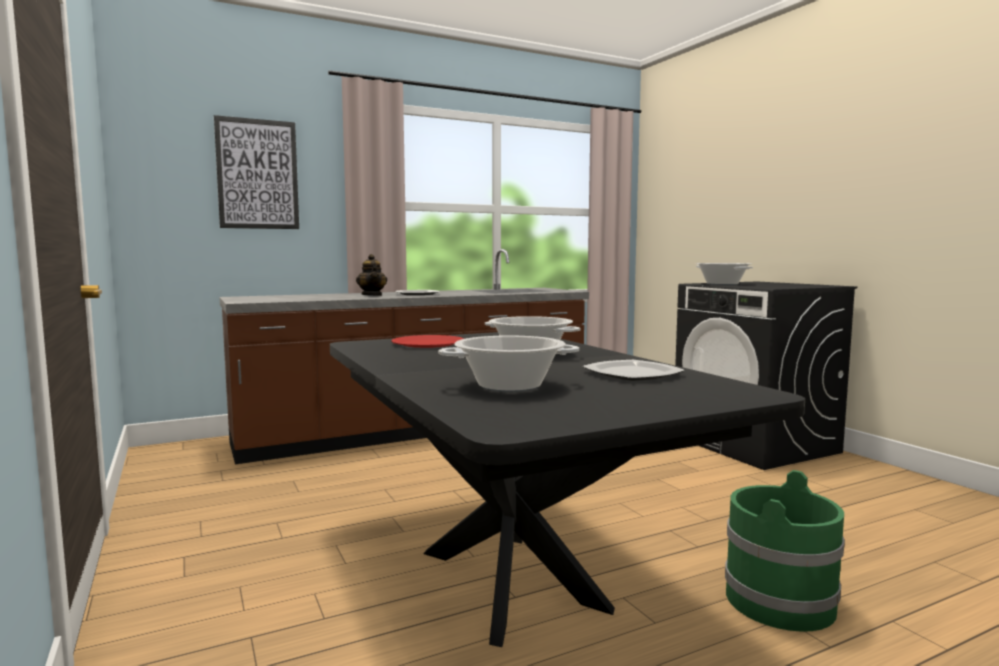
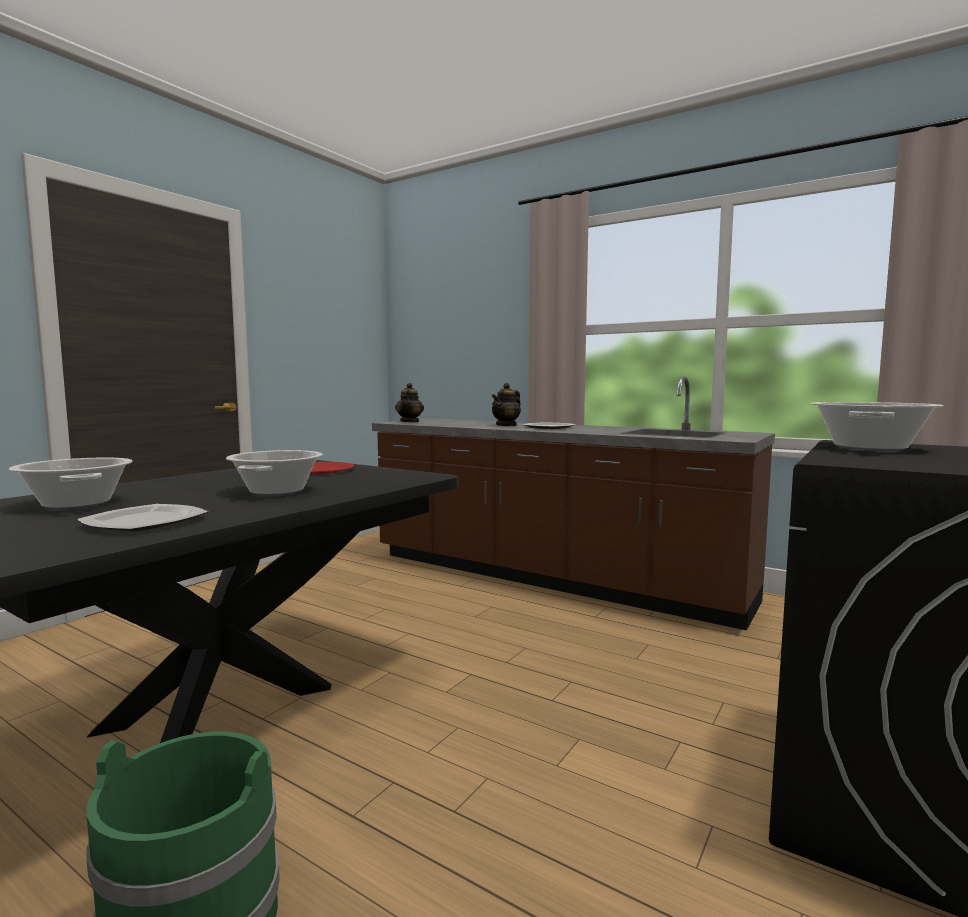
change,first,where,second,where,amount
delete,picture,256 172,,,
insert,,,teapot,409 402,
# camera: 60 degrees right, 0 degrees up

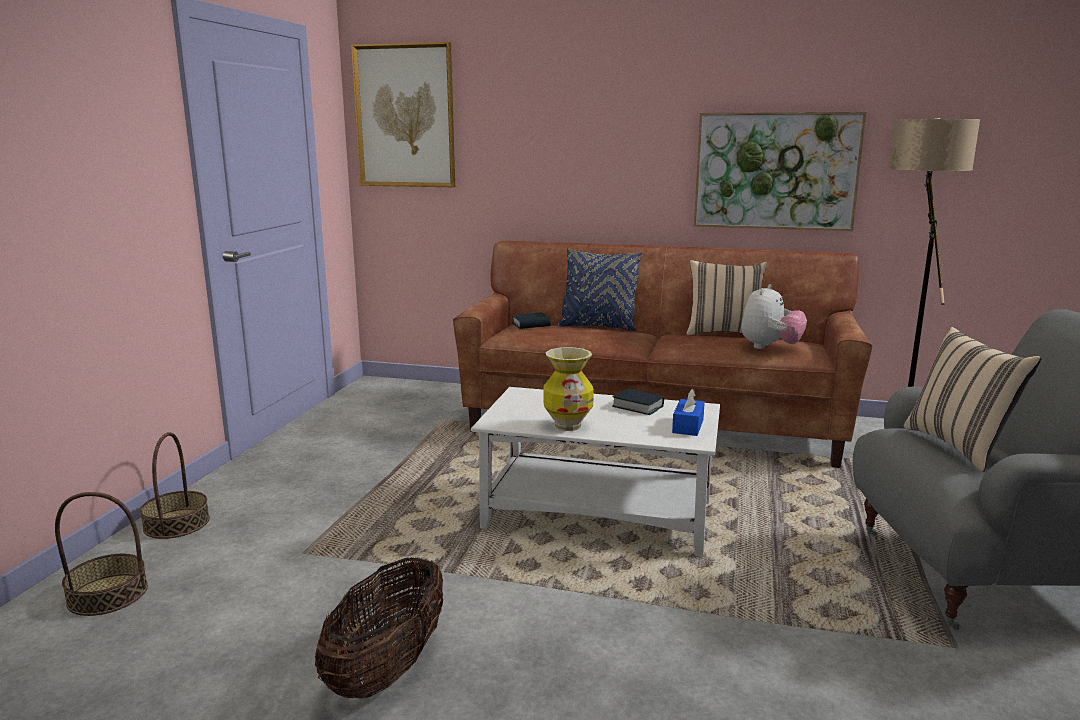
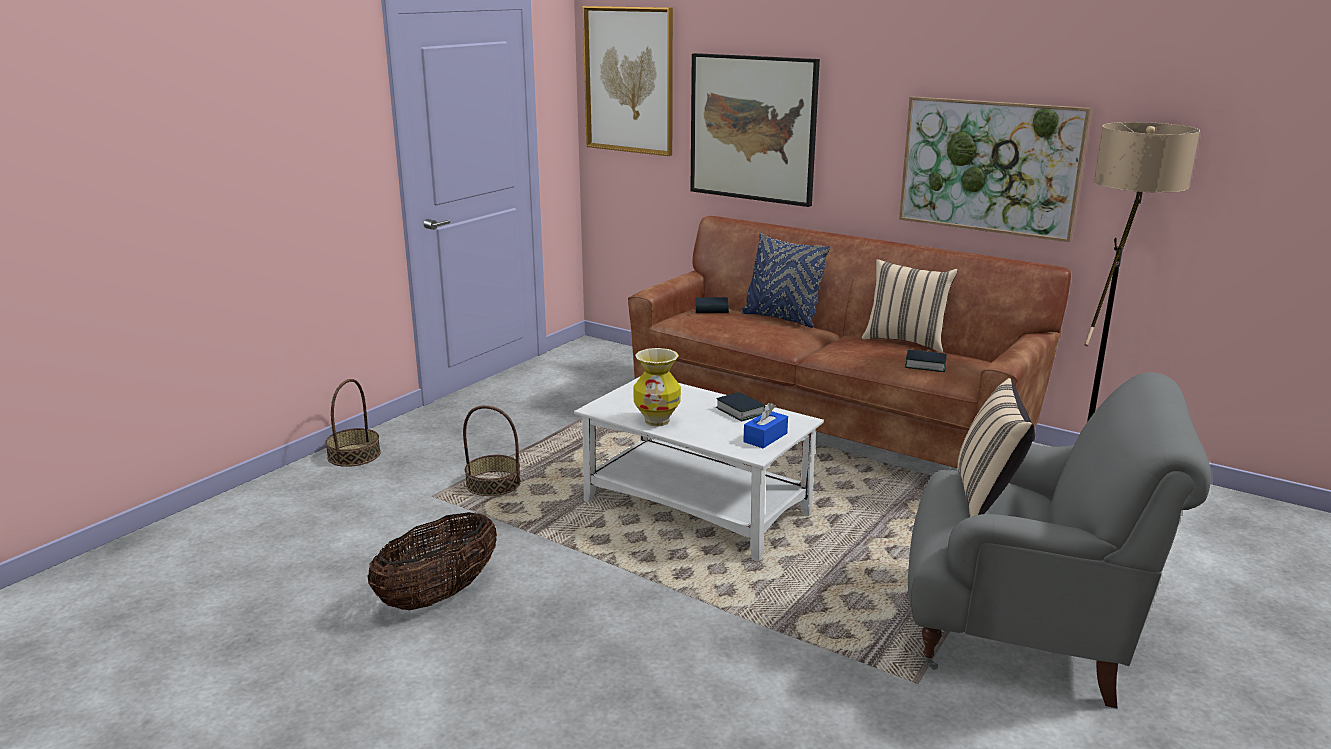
change,first,where,second,where,amount
replace,plush toy,774 316,book,926 360,
move,basket,101 554,,492 450,
insert,,,picture,755 130,
# camera: 20 degrees right, 5 degrees up

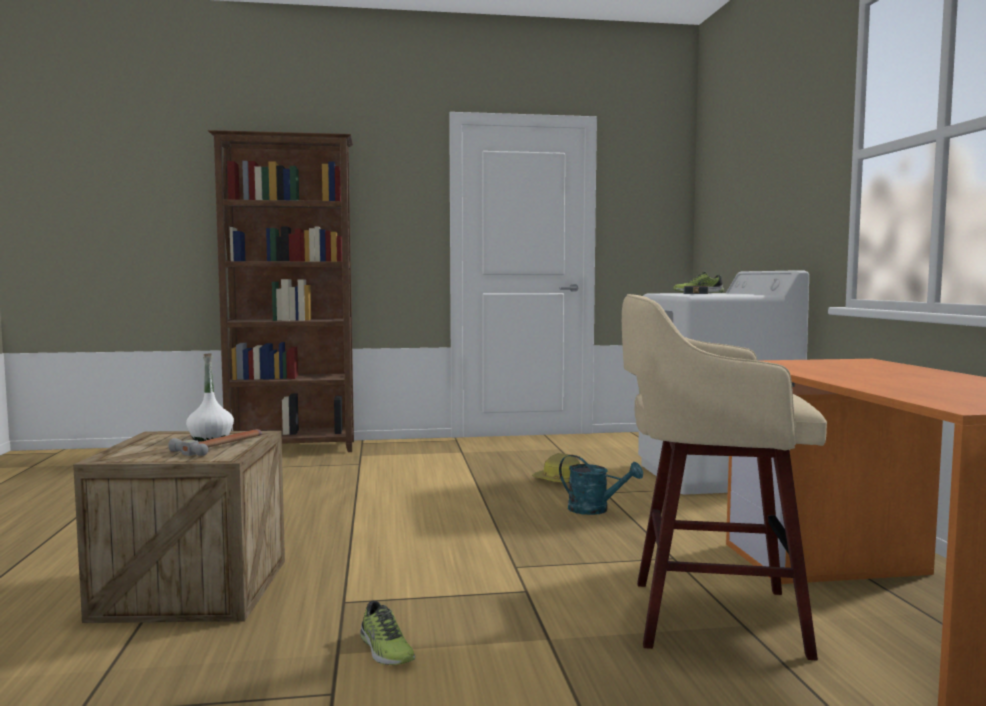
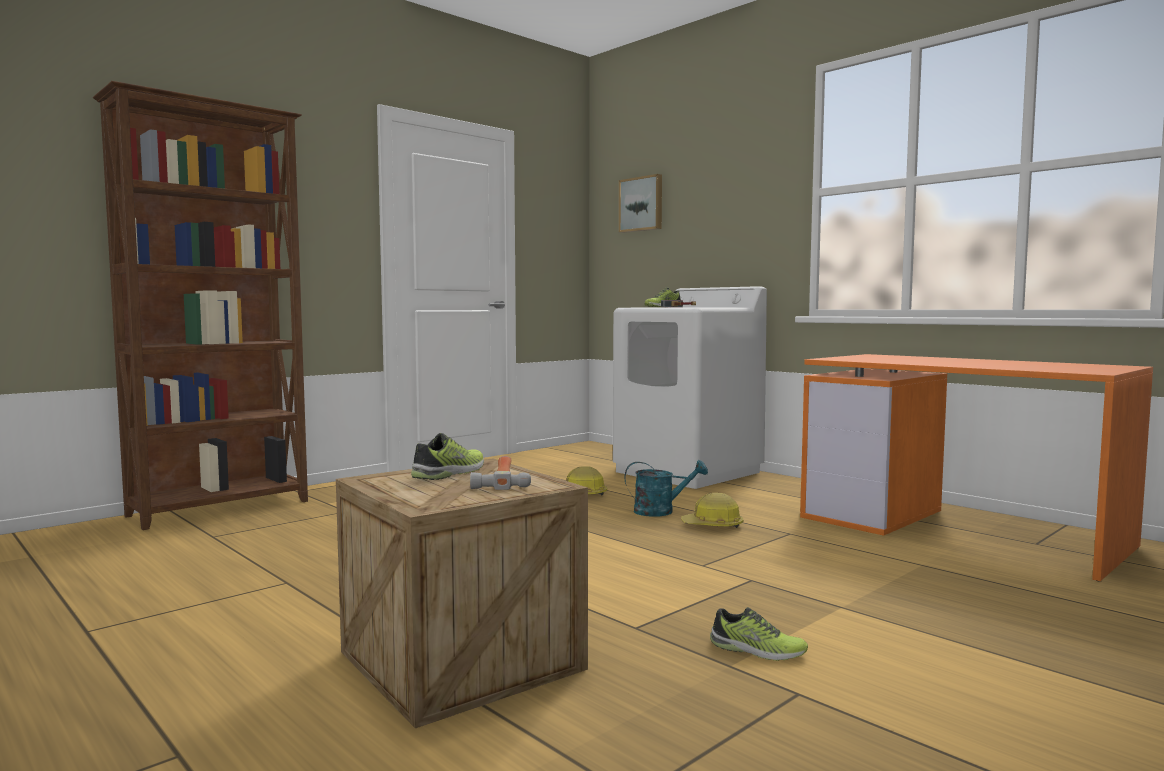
change,first,where,second,where,amount
delete,beige stool,724 477,,,
replace,white bottle,210 397,shoe,447 456,
insert,,,picture,640 203,
insert,,,hard hat,712 510,
# camera: 35 degrees left, 0 degrees up

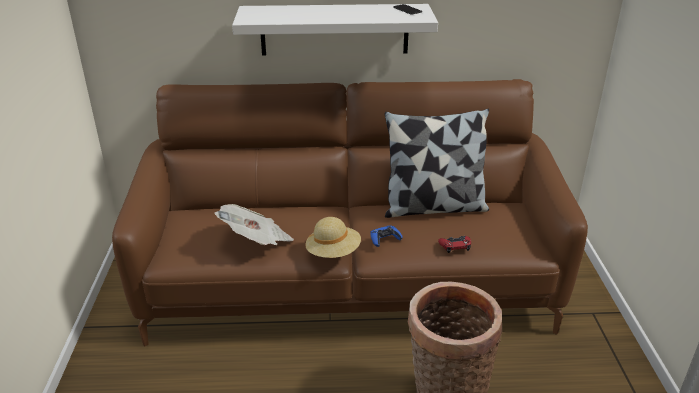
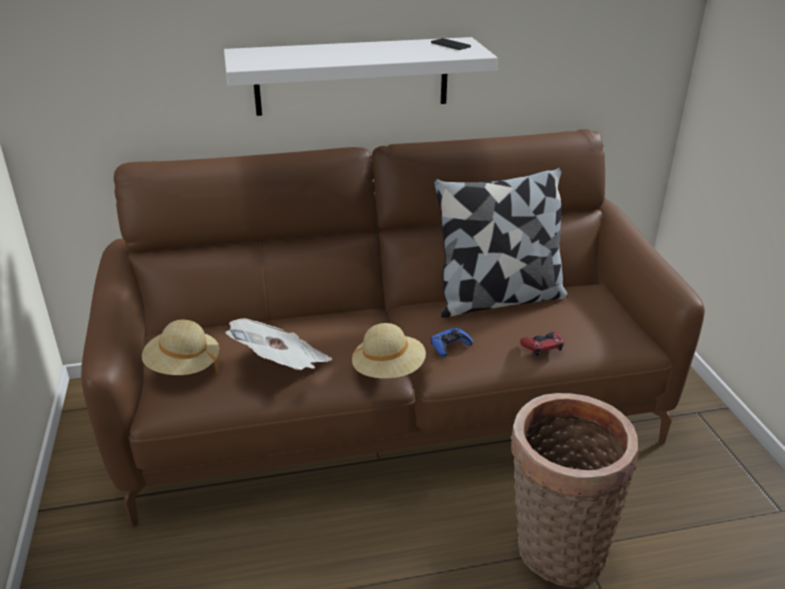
change,first,where,second,where,amount
insert,,,beige hat,180 347,
# camera: 10 degrees left, 0 degrees up

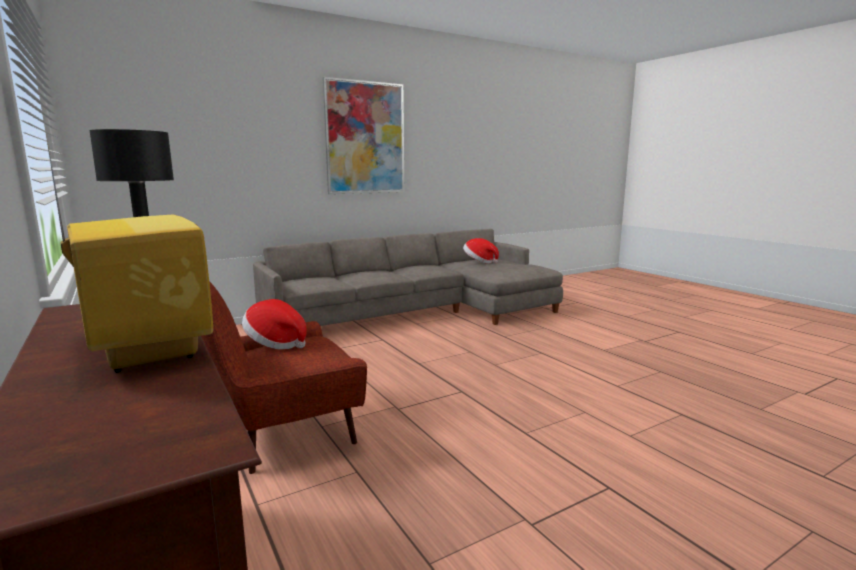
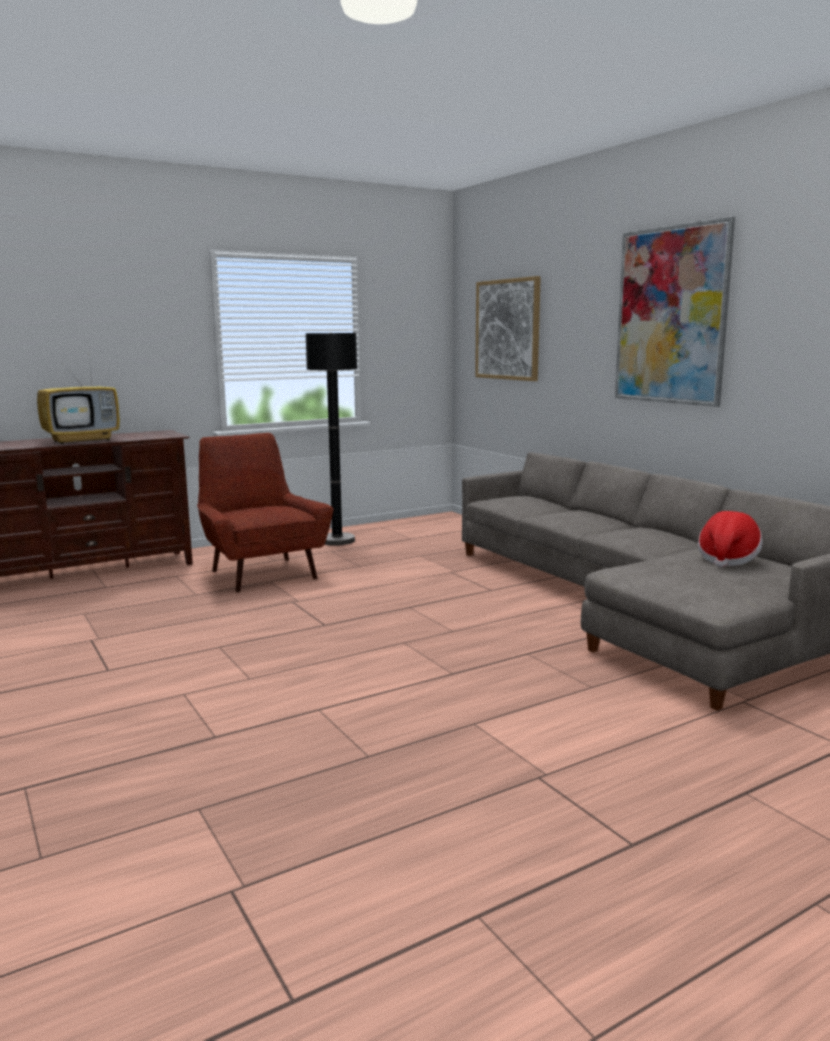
change,first,where,second,where,amount
delete,hat,274 324,,,
insert,,,picture,508 328,
# camera: 90 degrees right, 0 degrees up

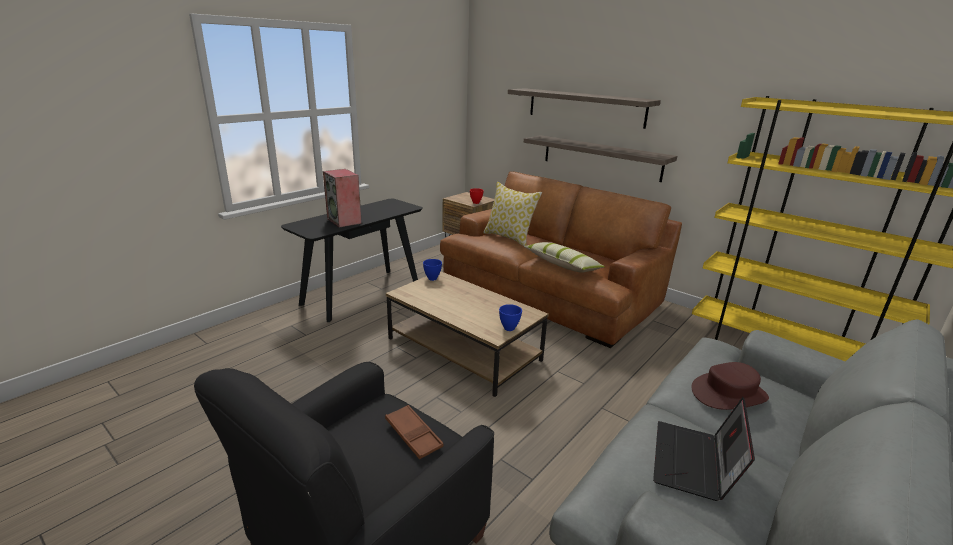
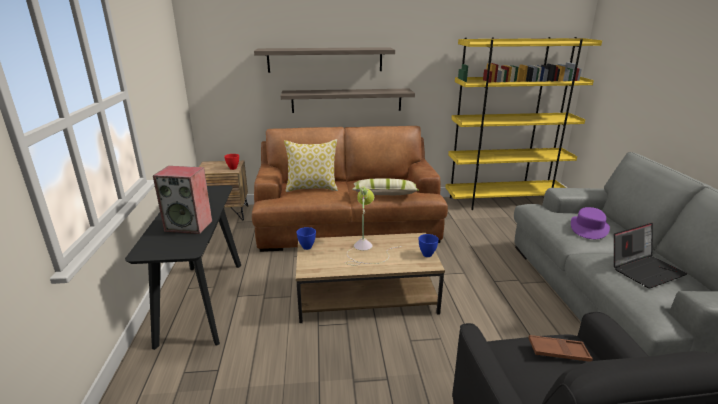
change,first,where,second,where,amount
recolor,brown hat,730 386,purple hat,590 223,
rotate,laptop,704 449,,650 256,90 degrees counterclockwise
insert,,,table lamp,373 225,
# camera: 45 degrees left, 0 degrees up

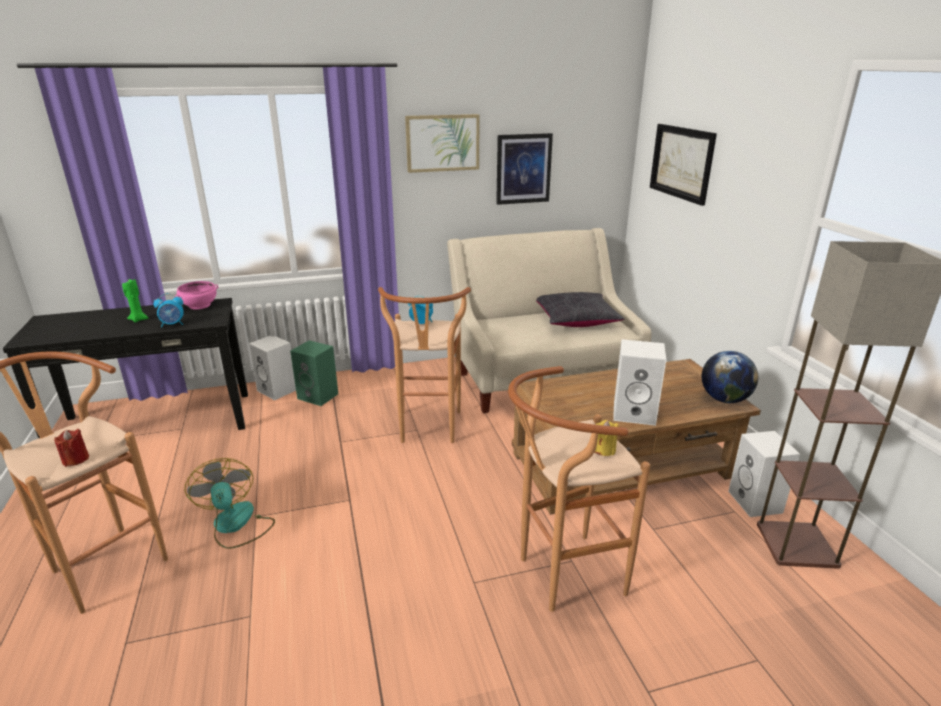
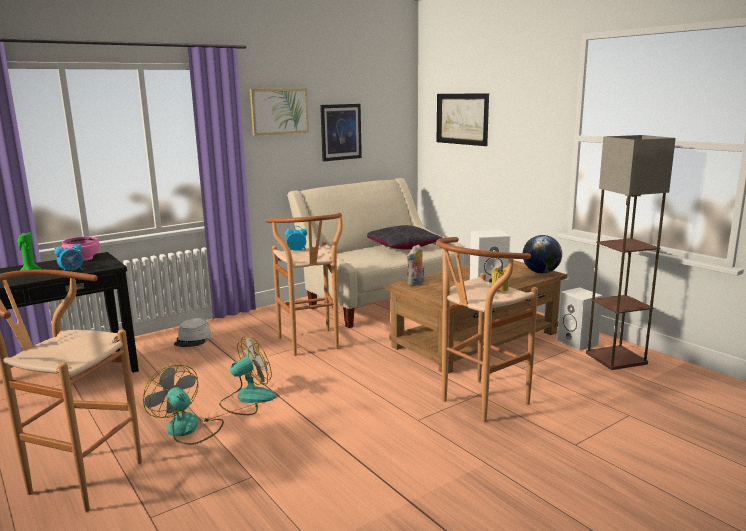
change,first,where,second,where,amount
delete,white speaker,272 368,,,
replace,green speaker,314 373,grey hat,192 332,
delete,red candle,71 448,,,
insert,,,plush toy,416 265,
insert,,,fan,247 376,
# camera: 20 degrees left, 10 degrees down

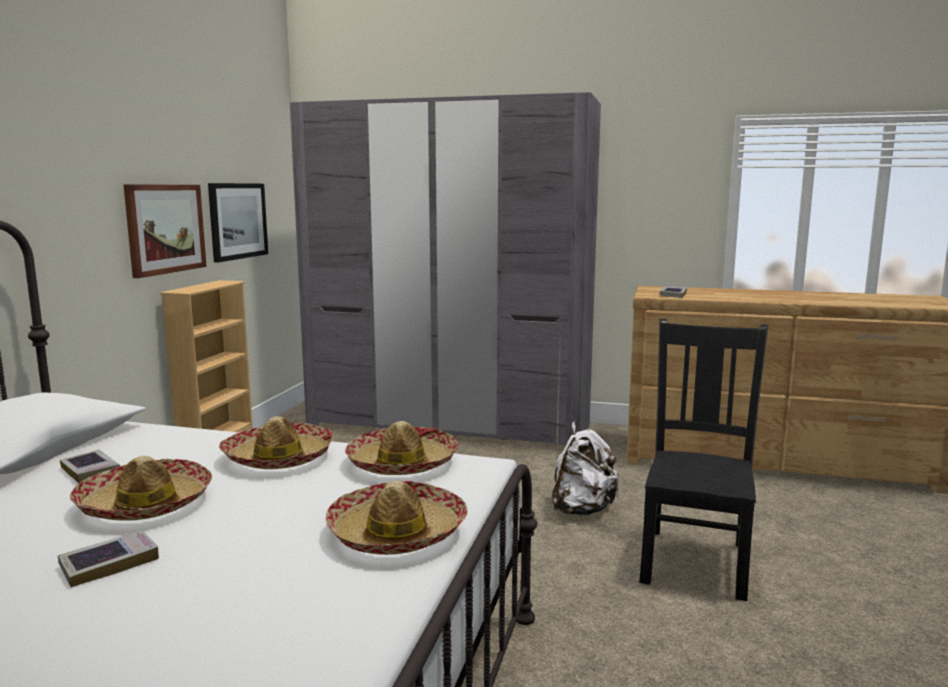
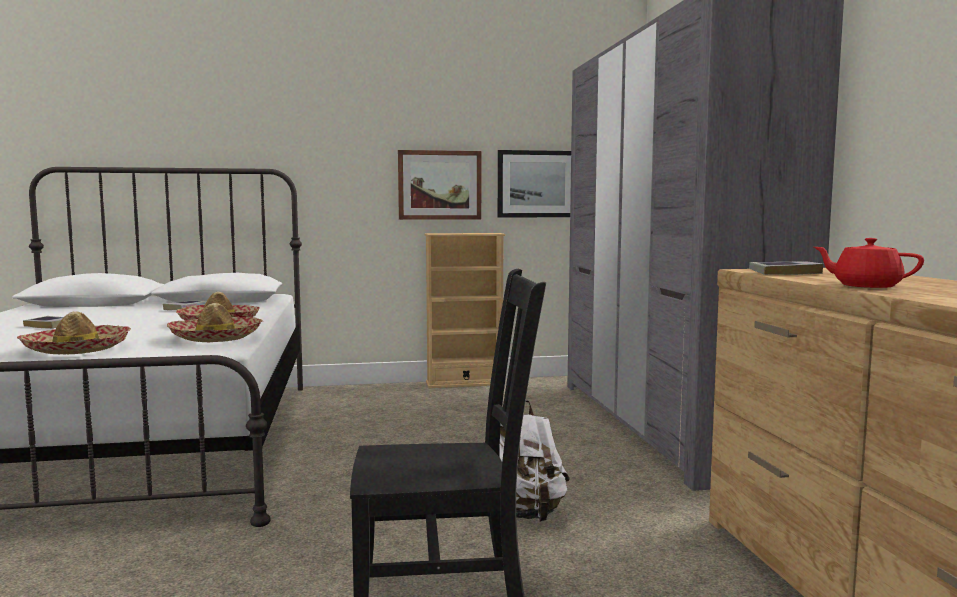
change,first,where,second,where,amount
delete,hat,141 488,,,
insert,,,red teapot,869 263,
# camera: 65 degrees right, 5 degrees down

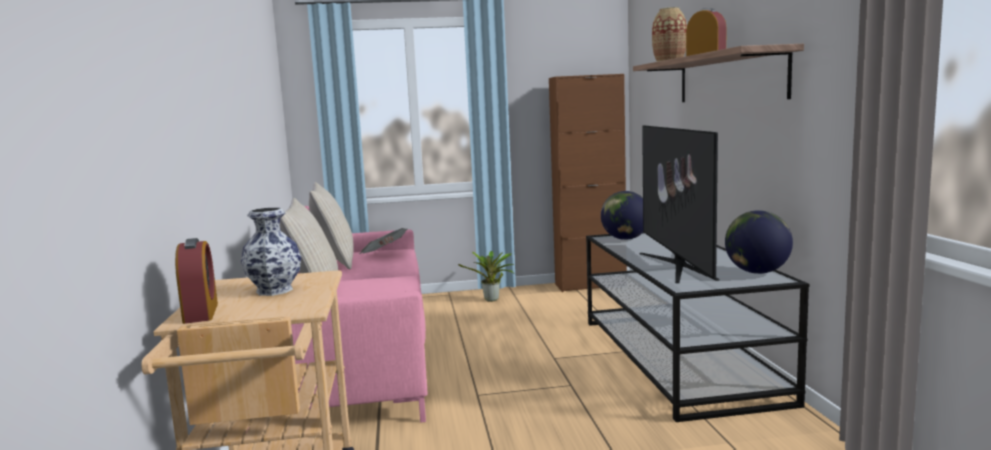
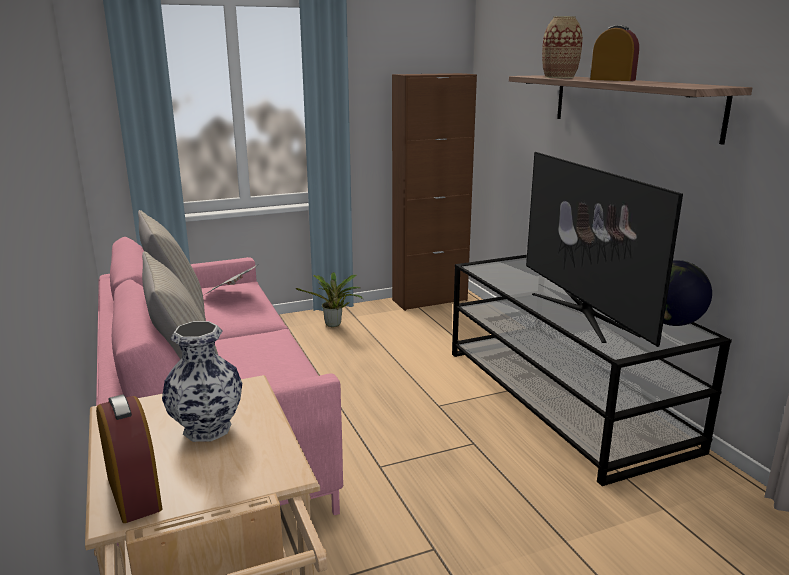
change,first,where,second,where,amount
delete,globe,622 215,,,
# camera: 15 degrees left, 10 degrees up

